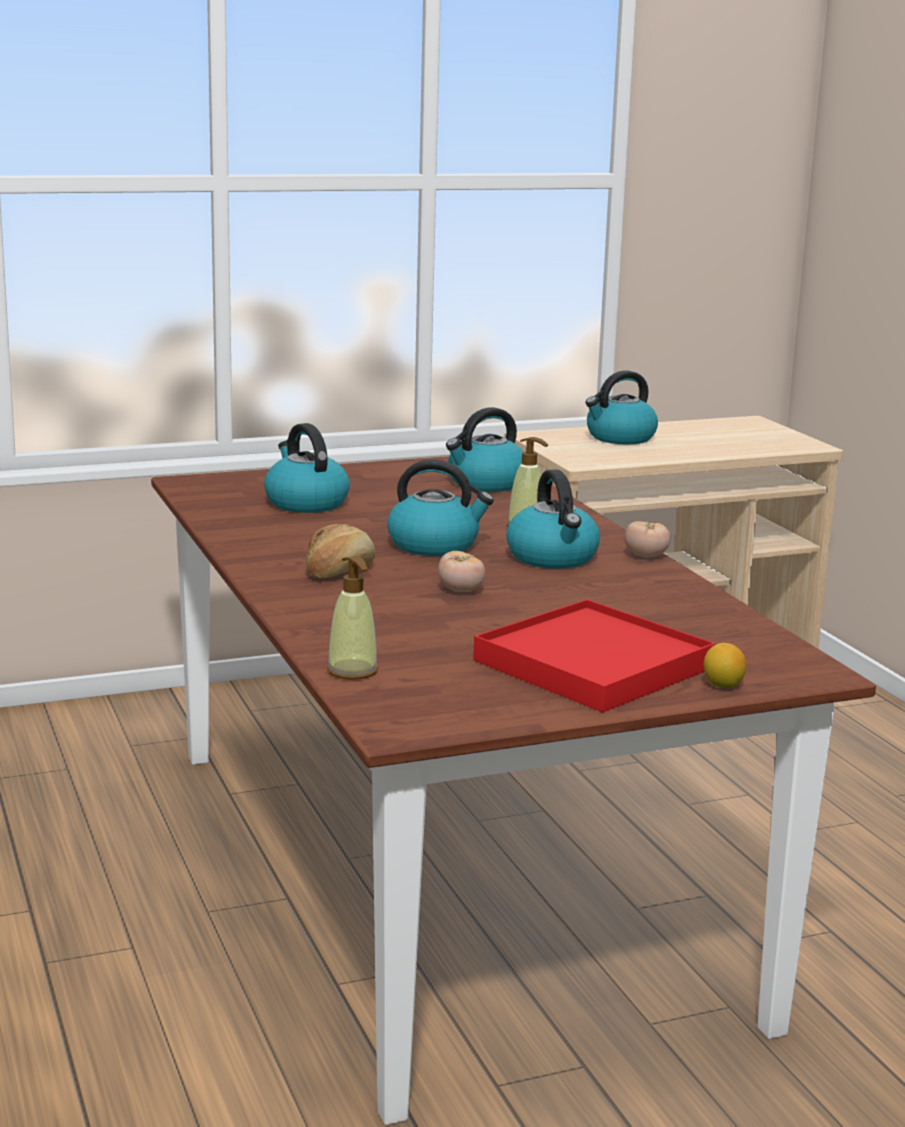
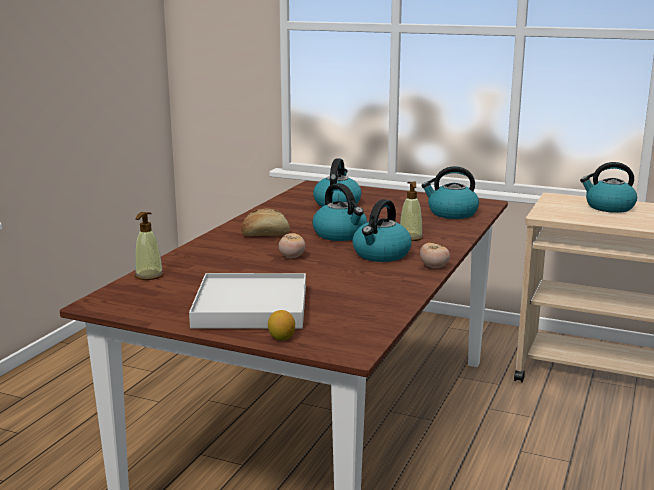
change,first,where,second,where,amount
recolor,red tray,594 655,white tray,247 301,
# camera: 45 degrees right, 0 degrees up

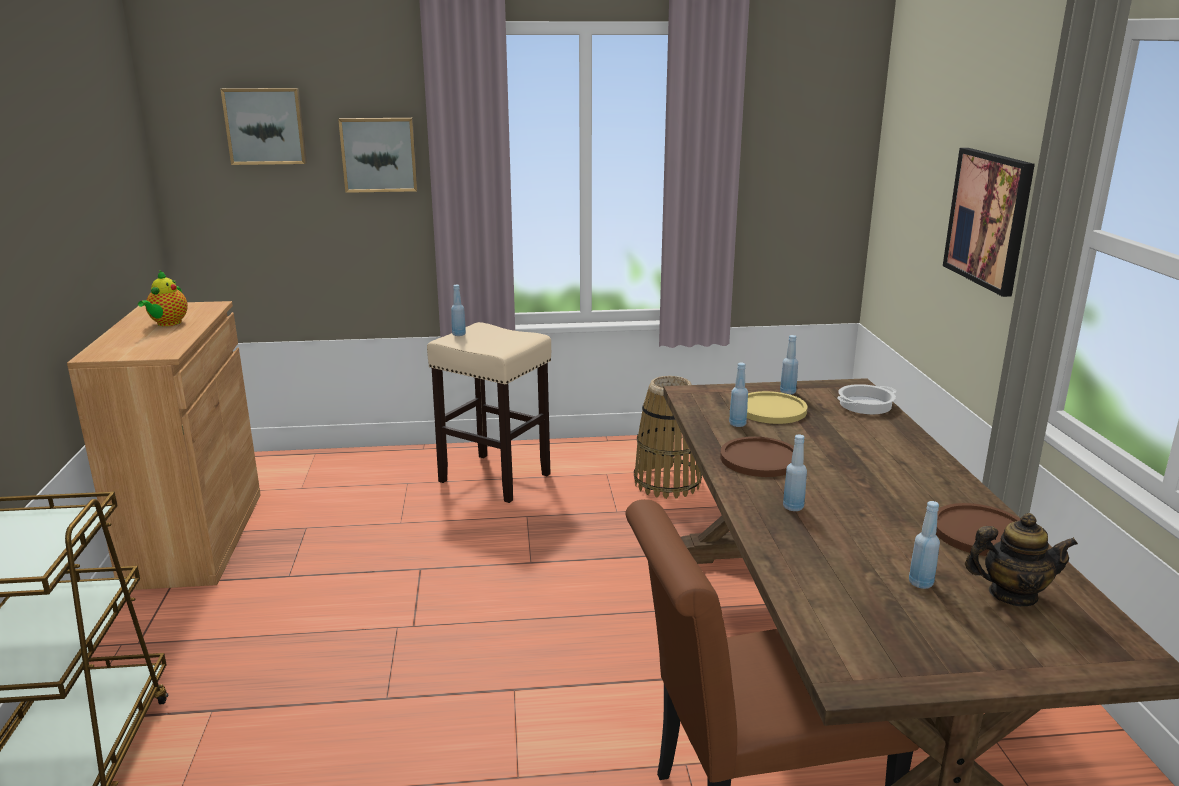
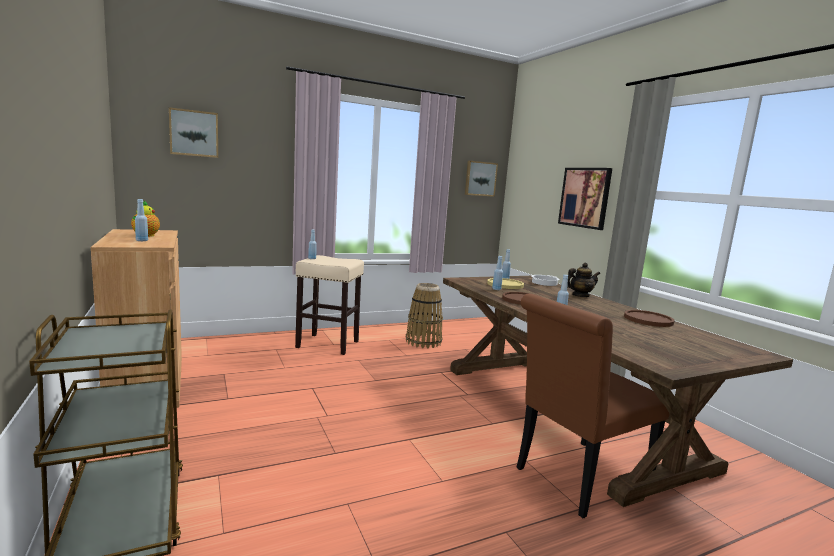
change,first,where,second,where,amount
move,picture,378 155,,481 179,
move,blue bottle,924 545,,141 220,
move,teapot,1021 559,,584 280,
# camera: 20 degrees left, 10 degrees down

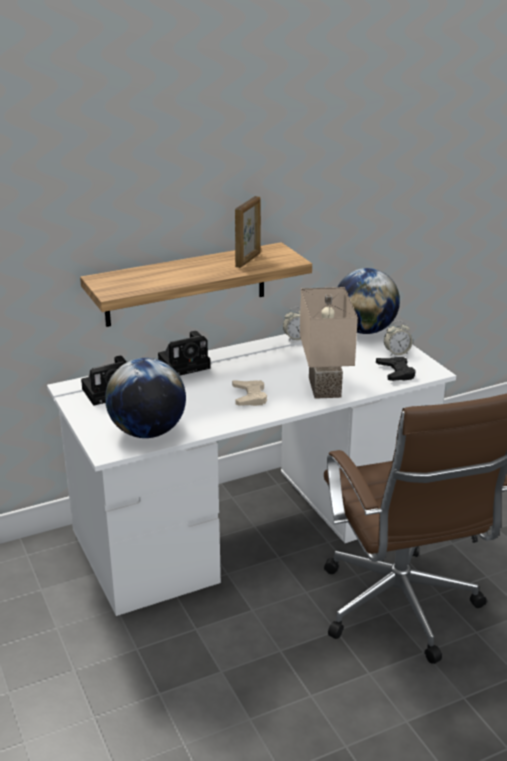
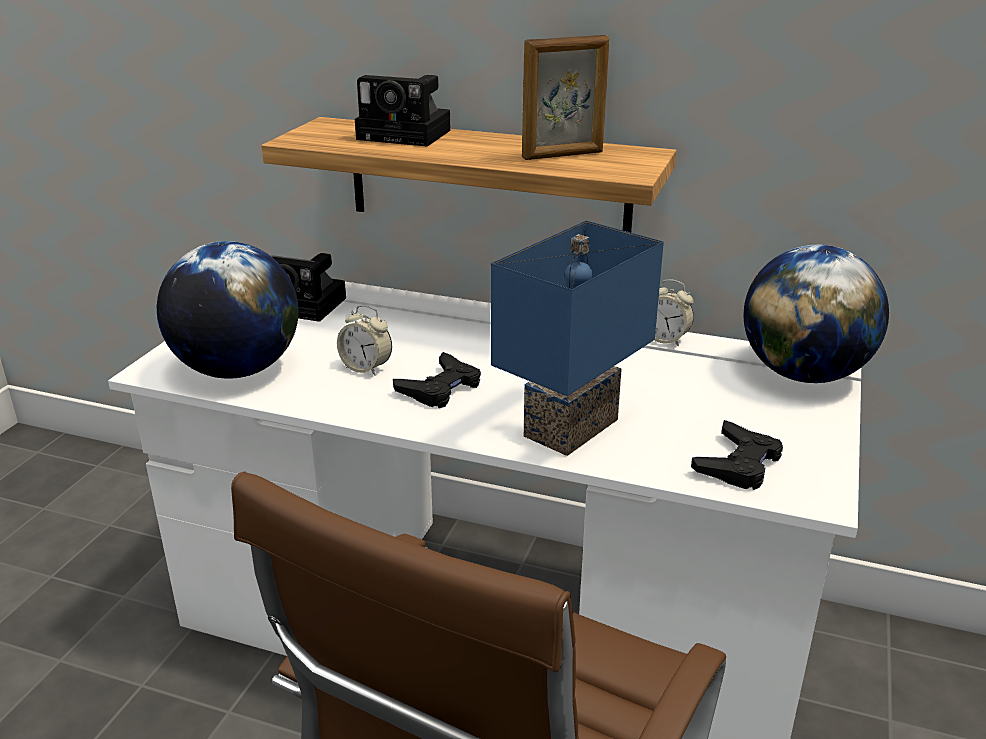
change,first,where,second,where,amount
recolor,beige table lamp,329 343,blue table lamp,577 338,
move,alarm clock,398 338,,364 340,
move,photo camera,184 353,,403 111,
recolor,beige game controller,249 393,black game controller,437 380,
# camera: 45 degrees right, 0 degrees up

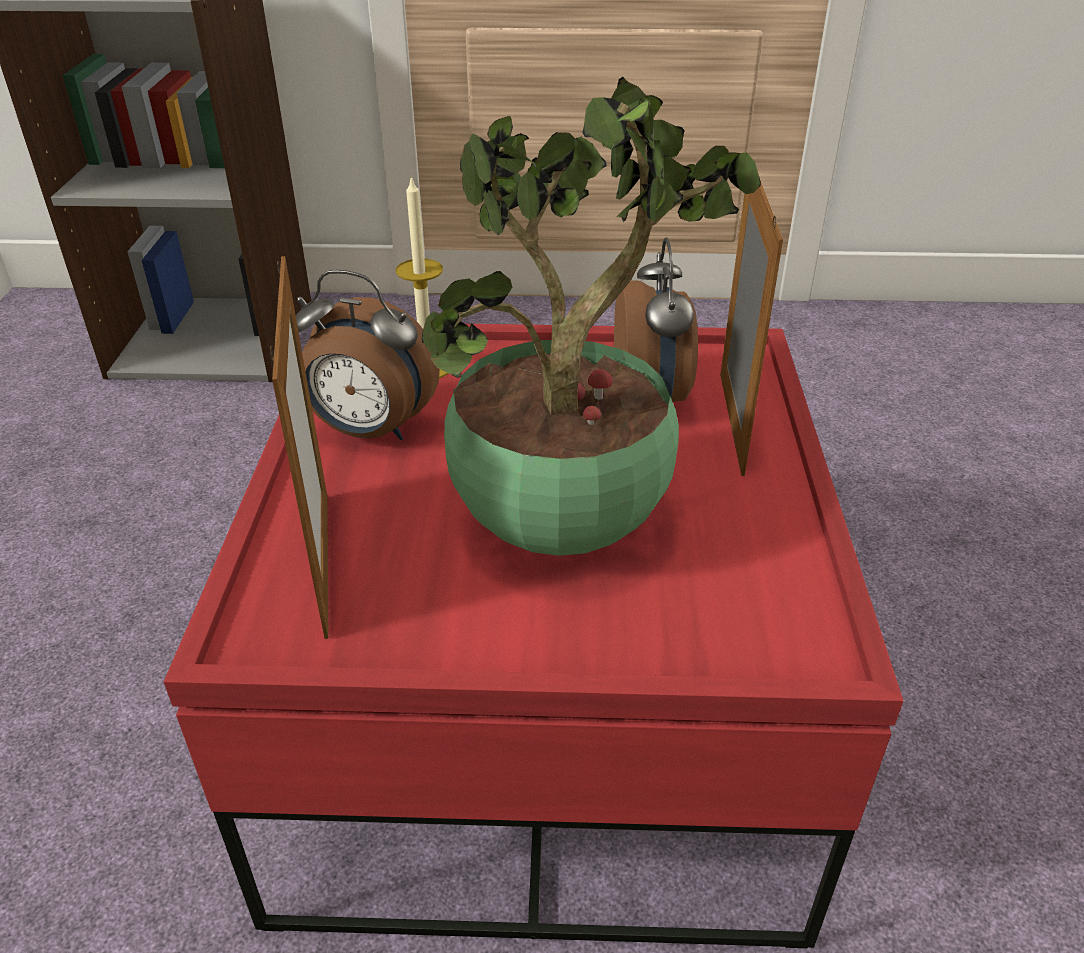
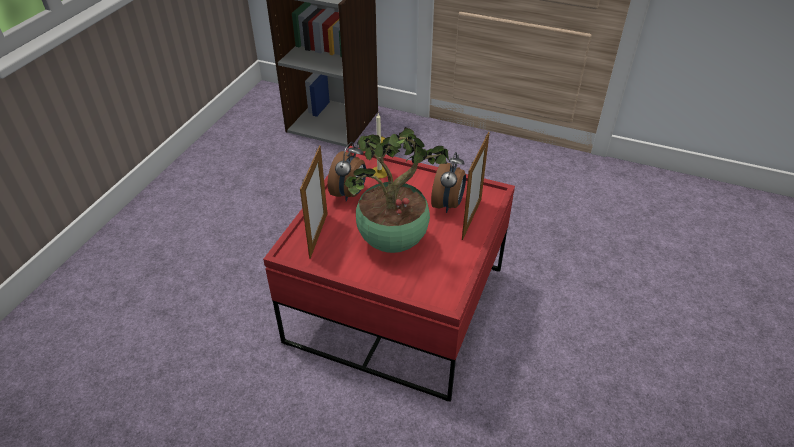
change,first,where,second,where,amount
rotate,alarm clock,368 355,,347 172,105 degrees counterclockwise
# camera: 20 degrees right, 5 degrees up

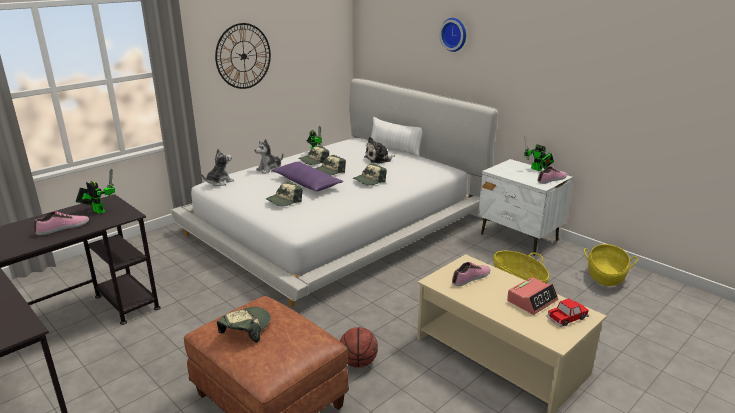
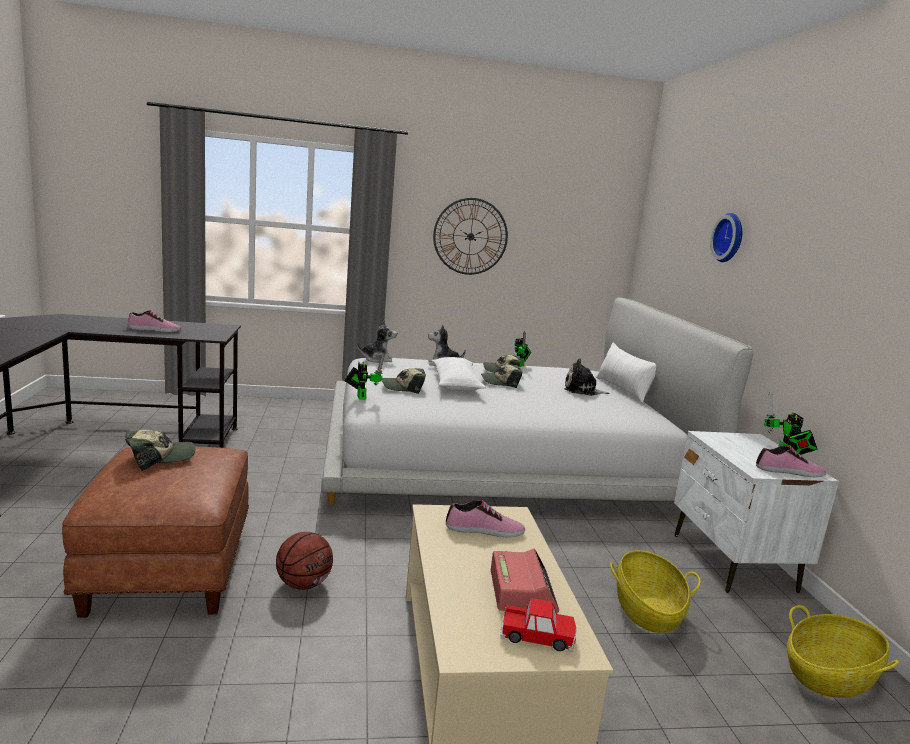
change,first,where,second,where,amount
recolor,purple pillow,307 176,white pillow,459 374,
delete,cap,369 174,,,
move,toy robot,95 191,,364 376,
rotate,alarm clock,532 296,,525 580,90 degrees counterclockwise
# camera: 35 degrees right, 10 degrees down

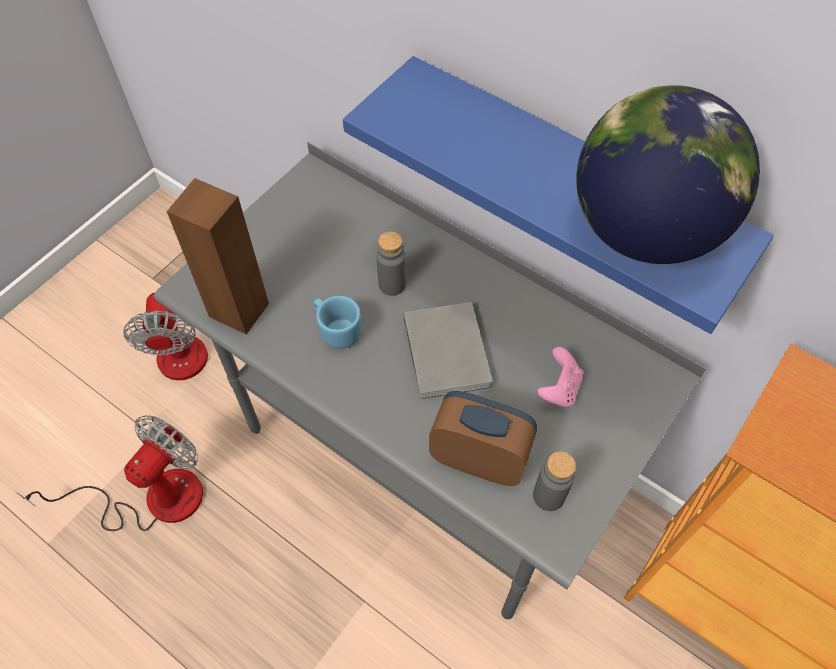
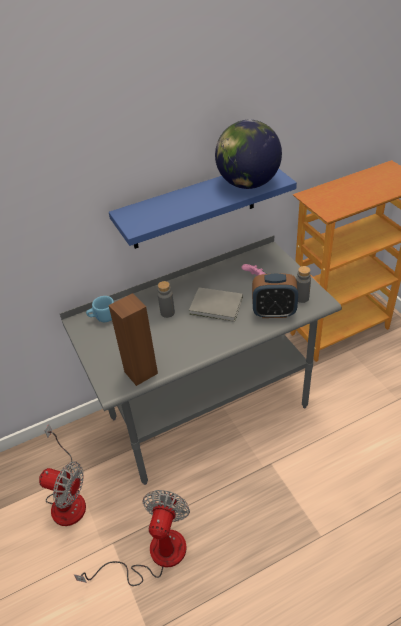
change,first,where,second,where,amount
move,blue mug,337 322,,100 309,
rotate,alarm clock,483 438,,275 296,135 degrees counterclockwise
rotate,fan,109 473,,132 538,45 degrees clockwise
# camera: 60 degrees left, 15 degrees down

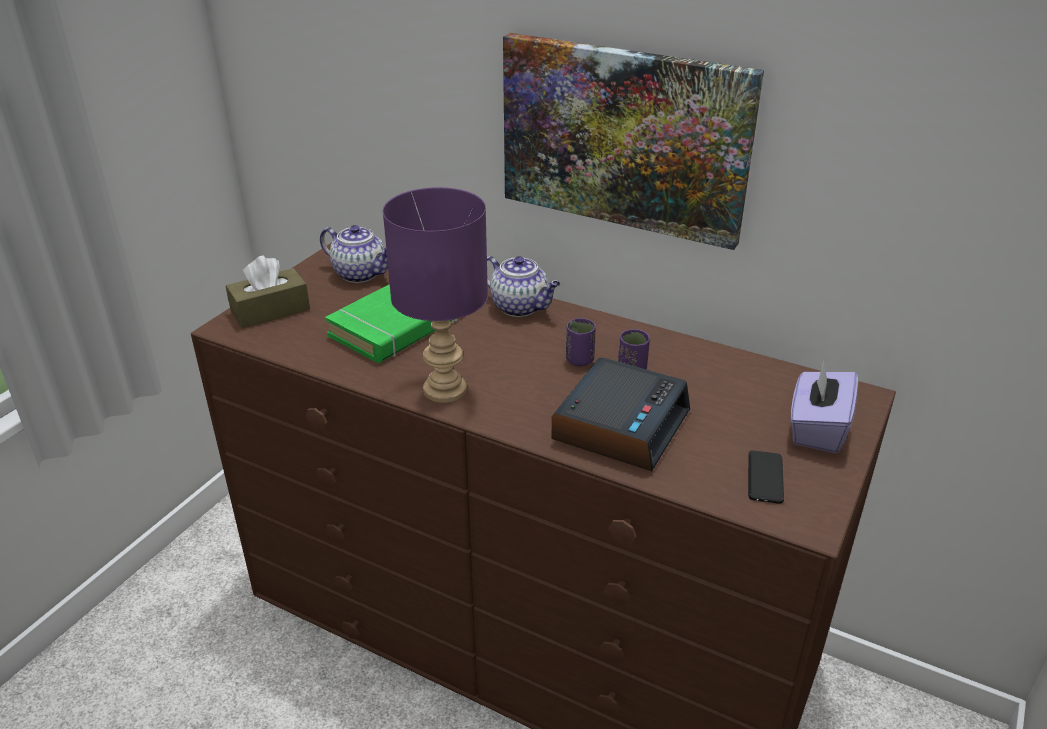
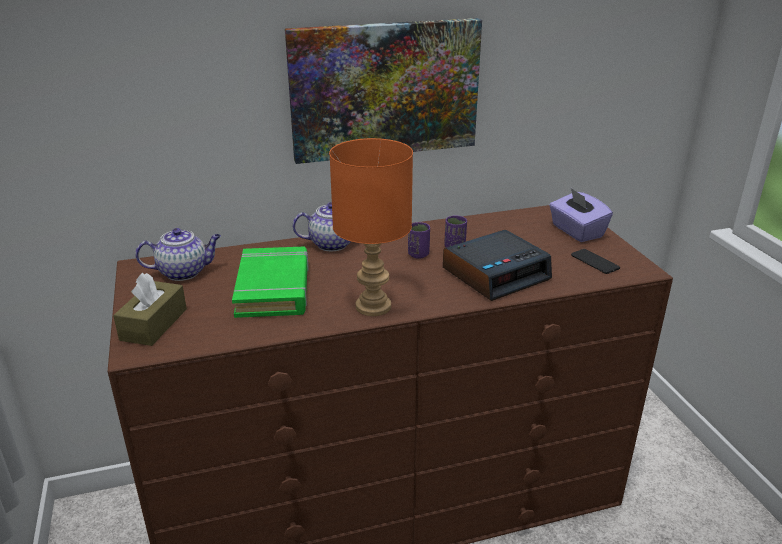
change,first,where,second,where,amount
recolor,purple table lamp,435 295,orange table lamp,371 227,
rotate,alarm clock,620 414,,497 265,75 degrees clockwise
# camera: 45 degrees left, 5 degrees down

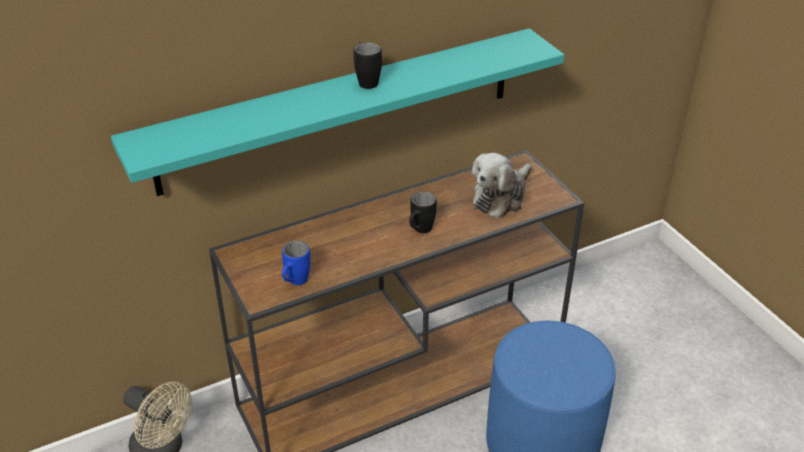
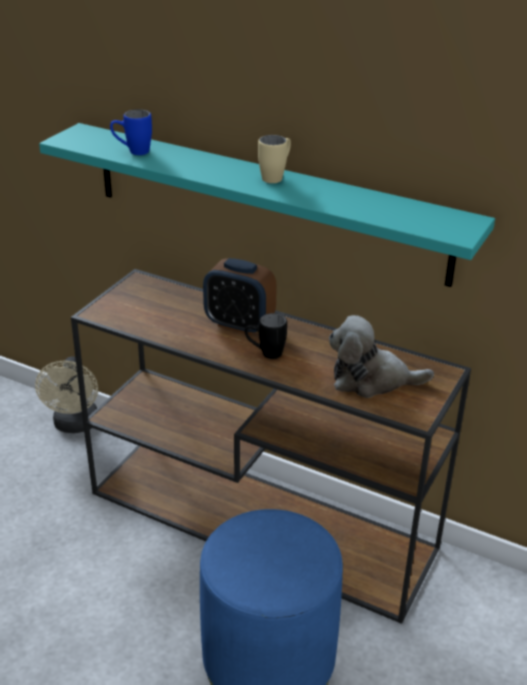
change,first,where,second,where,amount
recolor,black mug,368 65,beige mug,274 159,
move,blue mug,296 263,,131 132,
insert,,,alarm clock,240 296,
# camera: 55 degrees right, 5 degrees down

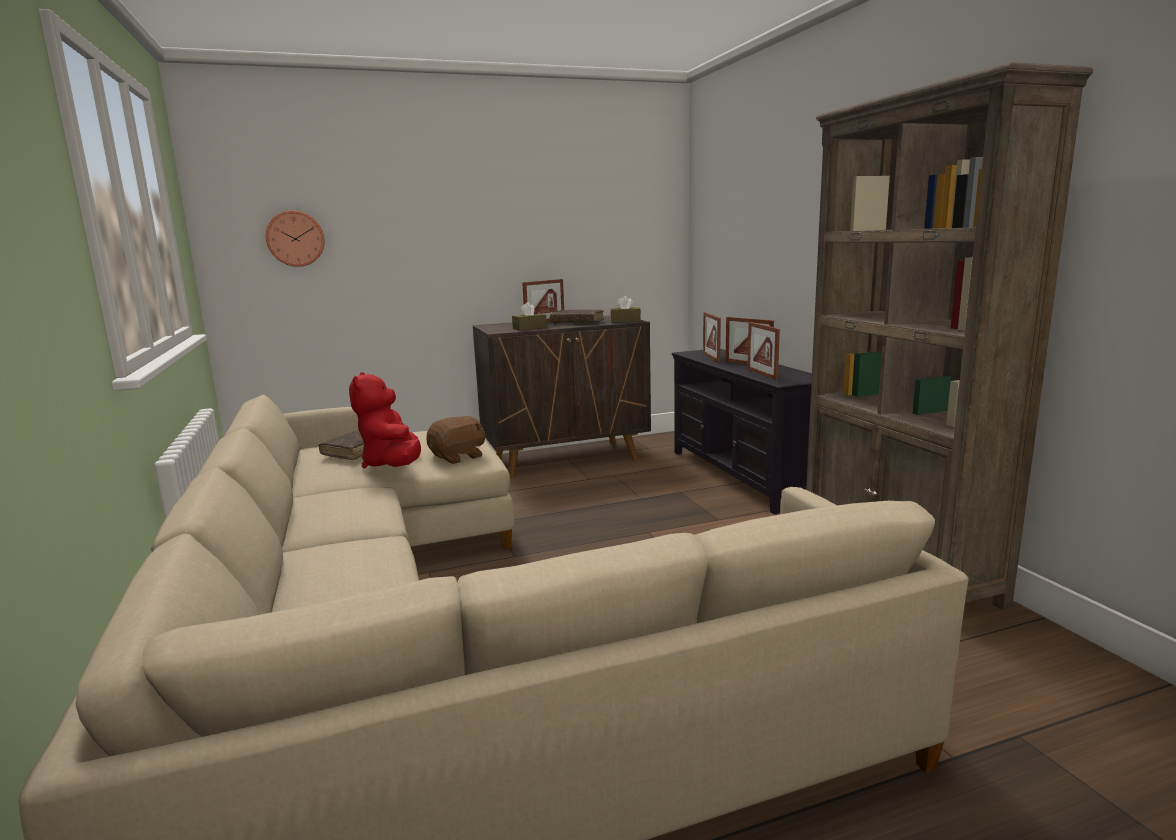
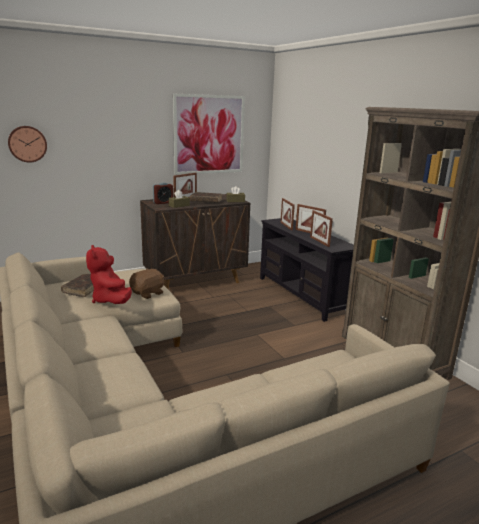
change,first,where,second,where,amount
insert,,,picture,209 134,
insert,,,alarm clock,163 193,
# camera: 10 degrees left, 5 degrees up

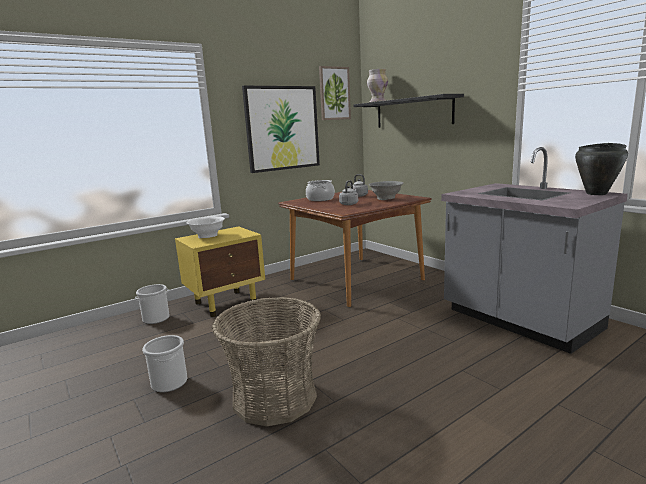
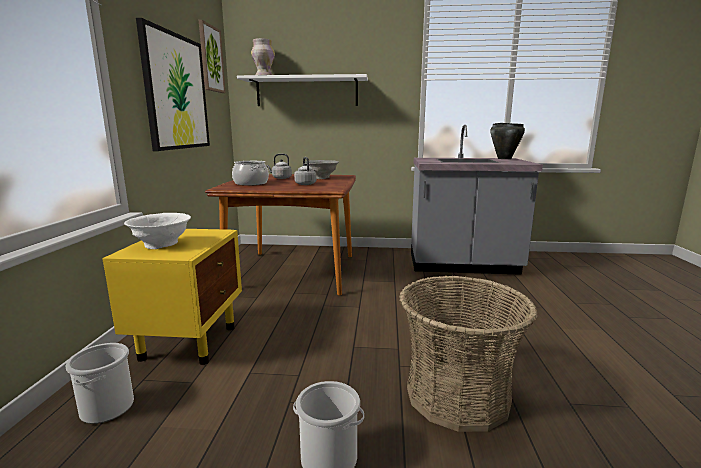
change,first,where,second,where,amount
recolor,black shelf,408 111,white shelf,302 90,
# camera: 50 degrees left, 0 degrees up

